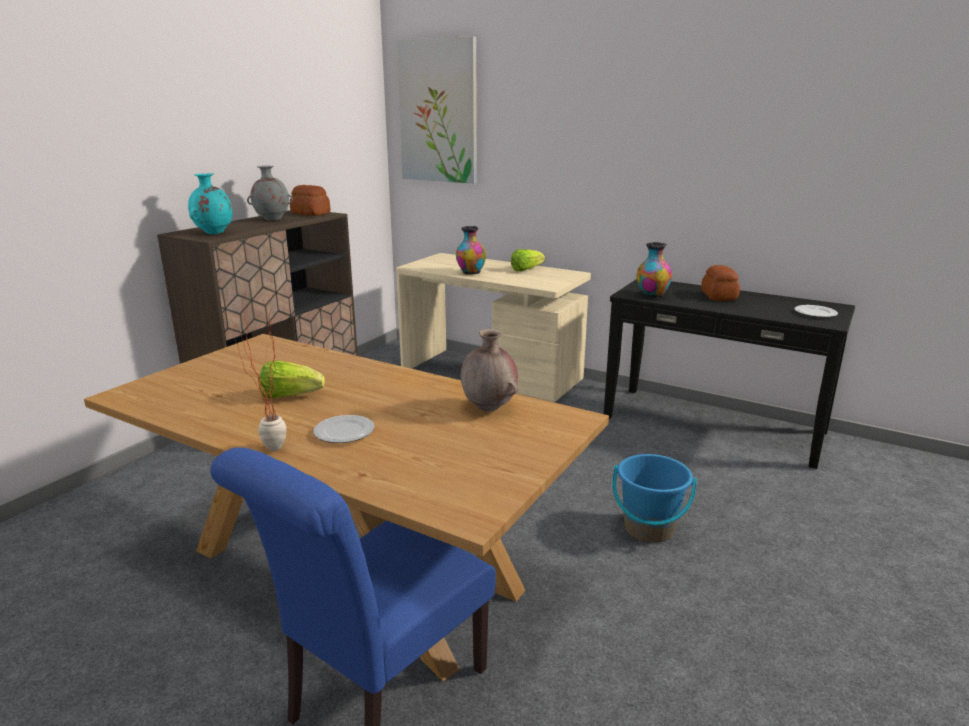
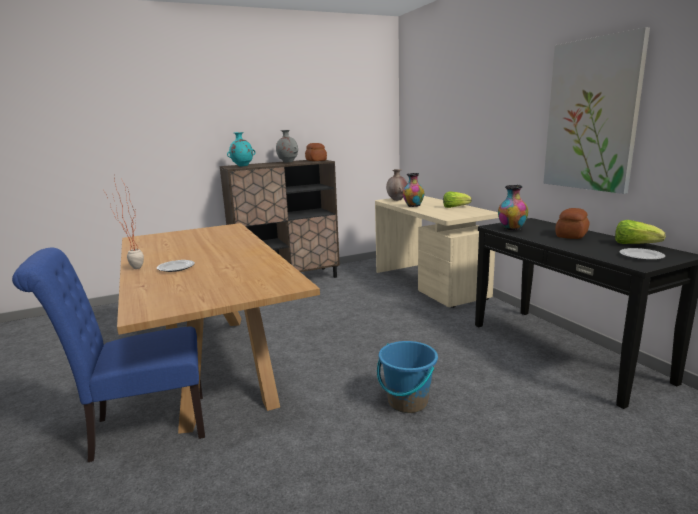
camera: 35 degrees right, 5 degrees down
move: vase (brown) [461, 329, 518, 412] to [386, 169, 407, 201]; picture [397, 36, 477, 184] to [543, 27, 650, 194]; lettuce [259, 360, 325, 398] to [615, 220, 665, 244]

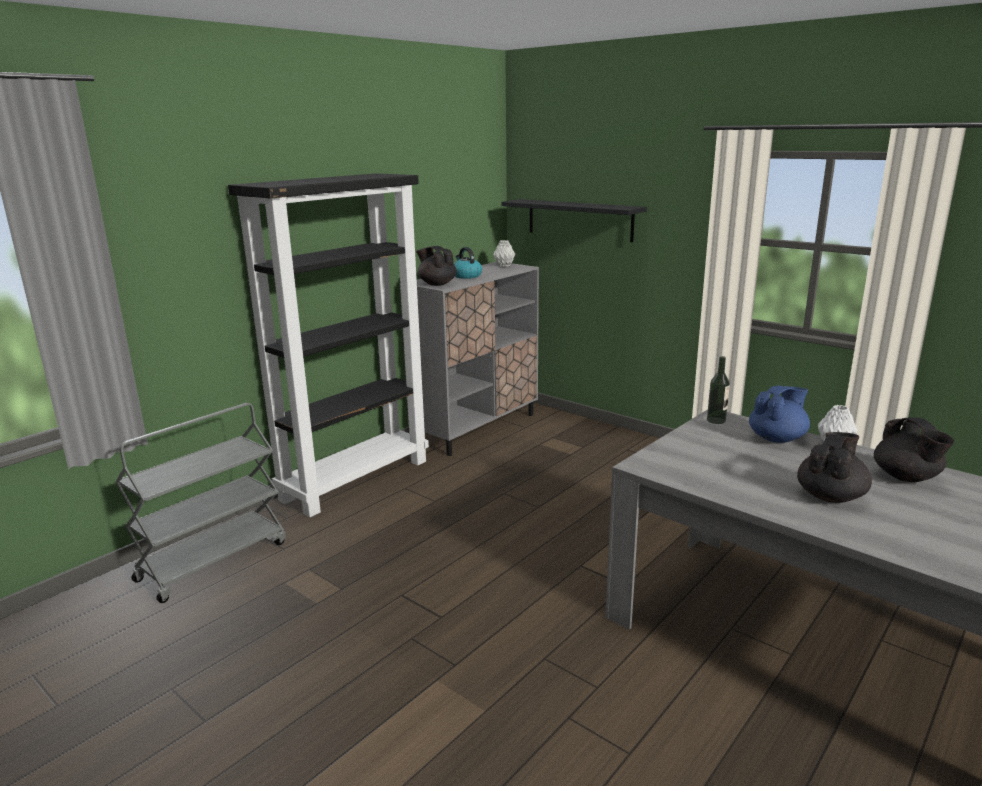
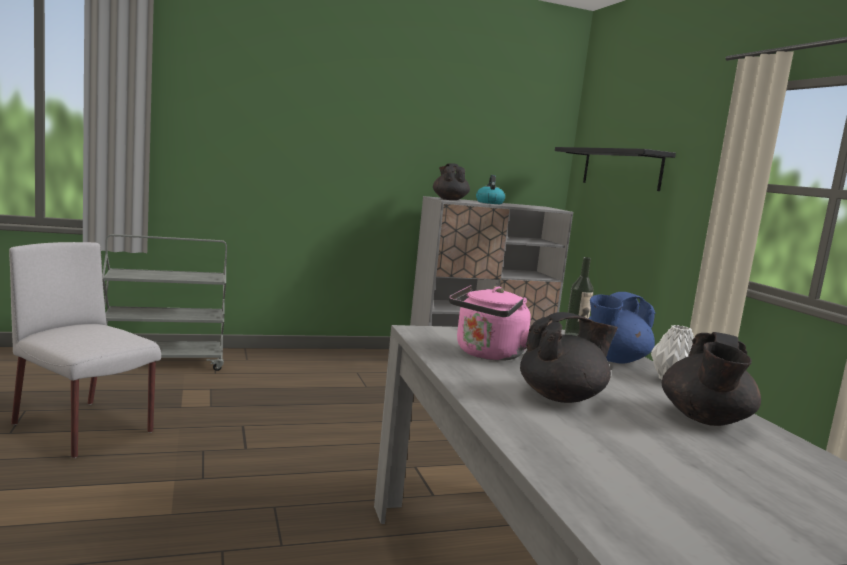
camera: 30 degrees right, 10 degrees down
delete: bookcase (black) [228, 173, 429, 517]; vase (grey) [493, 240, 515, 267]
insert: chair (grey) [9, 242, 161, 458]; kettle (pink) [449, 285, 531, 361]
rotate: teapot (blue) [749, 386, 810, 443] = [588, 292, 655, 364] 150 degrees clockwise

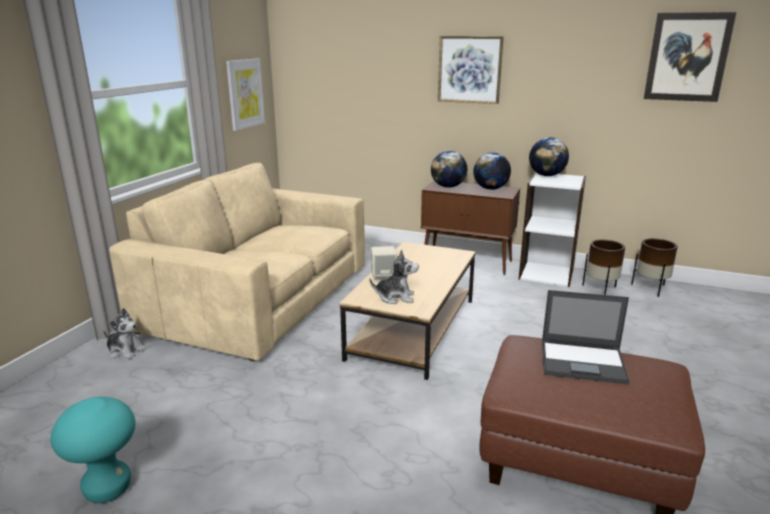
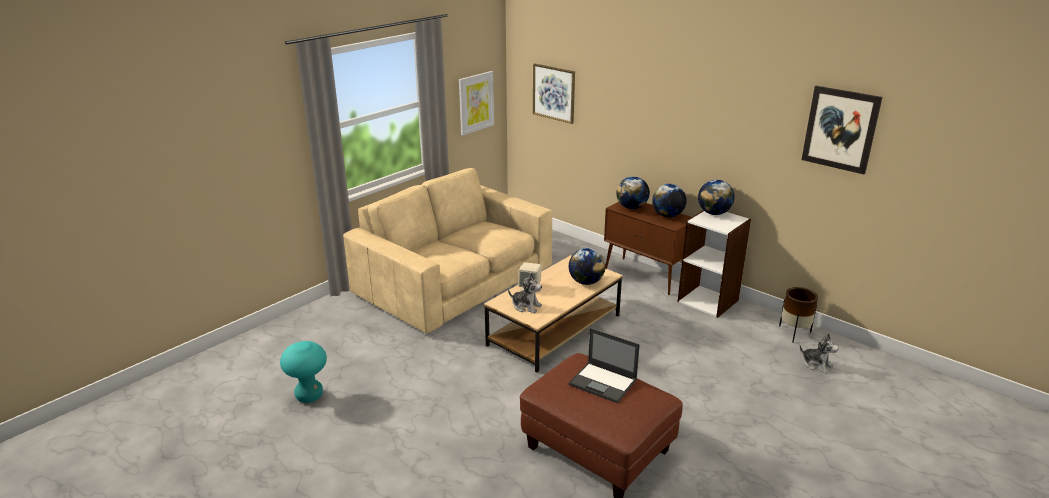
camera: 20 degrees right, 5 degrees up
delete: planter (brown) [582, 239, 625, 295]
insert: globe [569, 248, 606, 285]
move: picture [438, 36, 504, 104] to [533, 64, 575, 124]; plush toy [103, 308, 146, 359] to [799, 333, 839, 374]

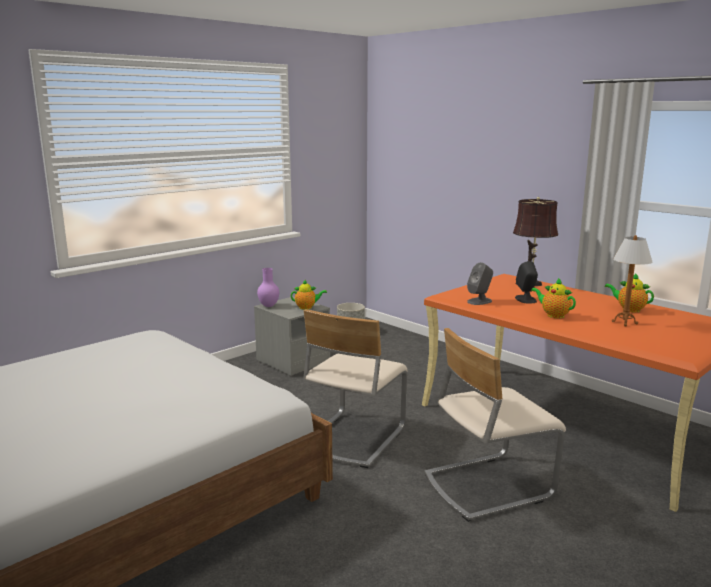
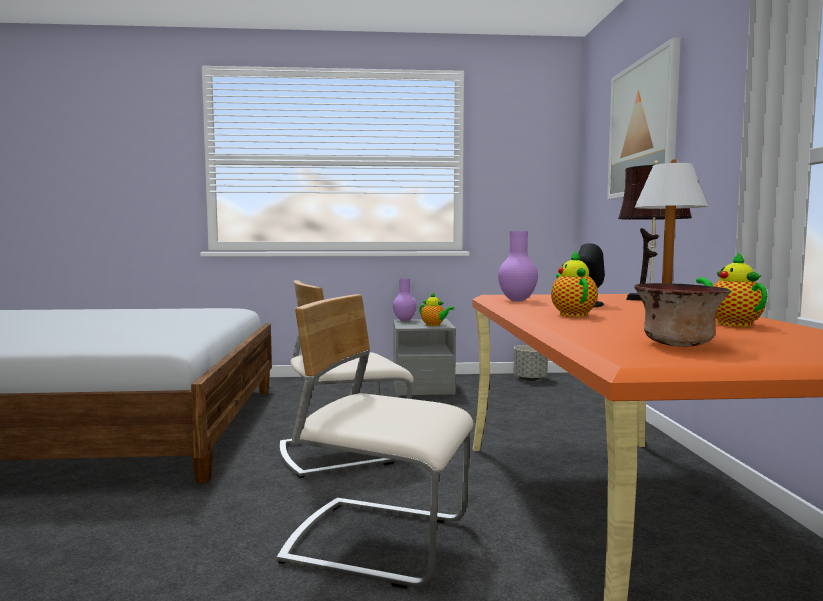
camera: 40 degrees right, 10 degrees down
insert: picture [607, 37, 681, 199]; bowl [634, 283, 731, 347]
replace: speaker (grey) [467, 262, 493, 305] to vase (purple) [498, 231, 538, 301]

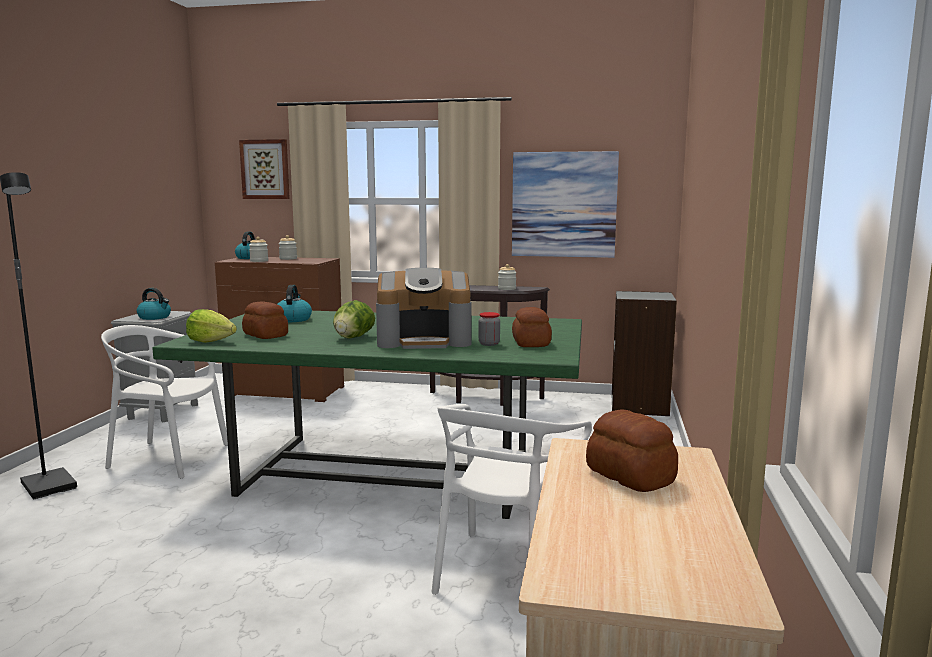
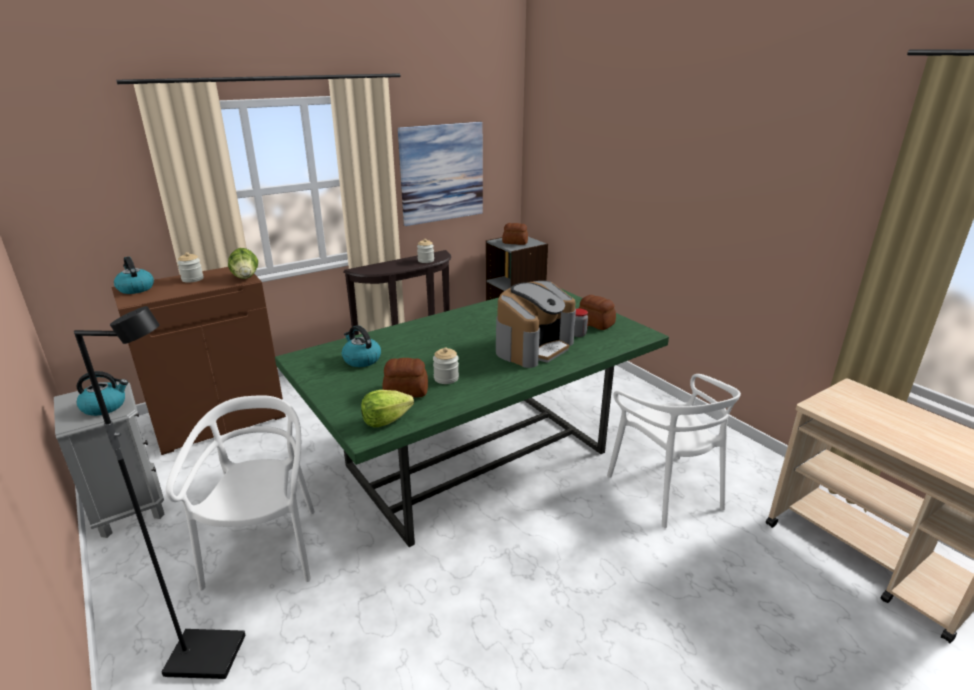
camera: 45 degrees left, 15 degrees up
delete: picture [239, 139, 290, 199]
move: lettuce [333, 300, 375, 339] to [228, 248, 258, 279]; jar [249, 237, 268, 262] to [433, 347, 459, 384]; bread [586, 409, 678, 492] to [502, 223, 528, 245]
rotate: chair (white) [101, 325, 228, 478] = [166, 395, 315, 591] 120 degrees clockwise

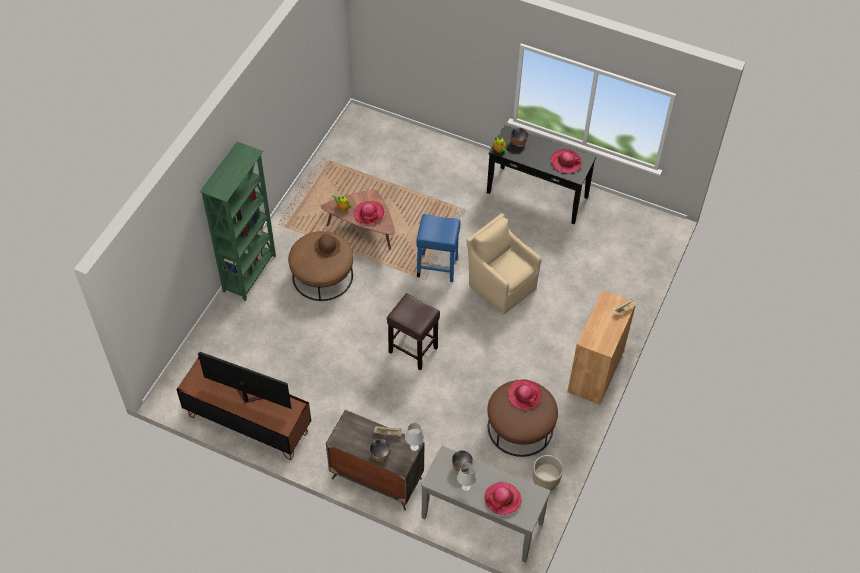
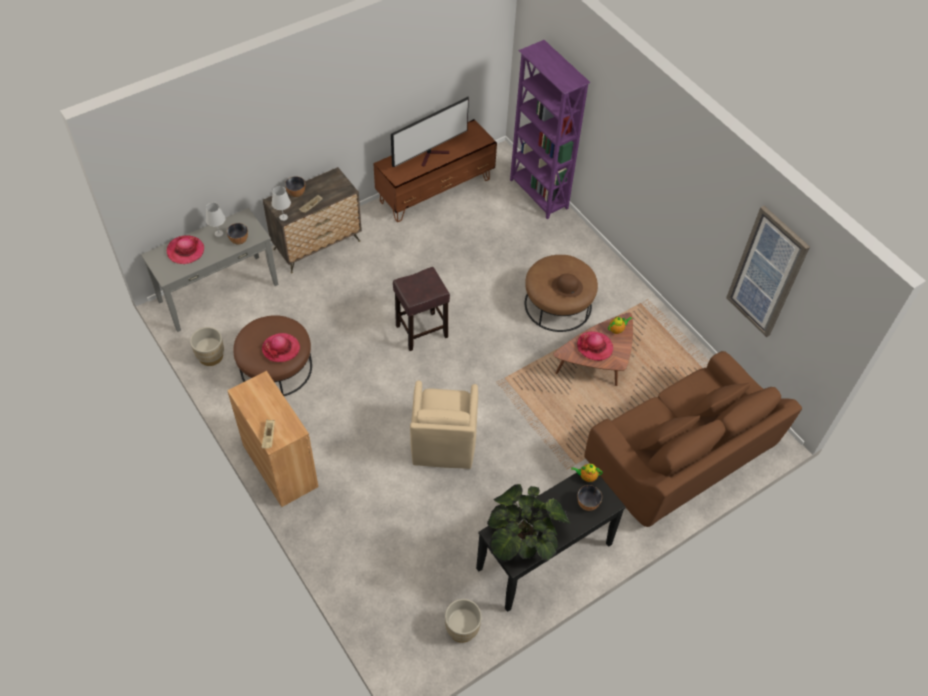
camera: 120 degrees right, 0 degrees up
delete: bookcase (green) [200, 142, 276, 301]; stool (blue) [416, 214, 461, 282]
insert: planter (beige) [445, 599, 482, 643]; bookcase (purple) [510, 40, 590, 219]; sofa (brown) [584, 351, 802, 527]; picture [726, 206, 810, 338]
replace: hat [551, 149, 582, 174] to potted plant [487, 484, 571, 563]
rotate: armchair (beige) [467, 213, 541, 315] = [410, 381, 478, 469] 105 degrees clockwise

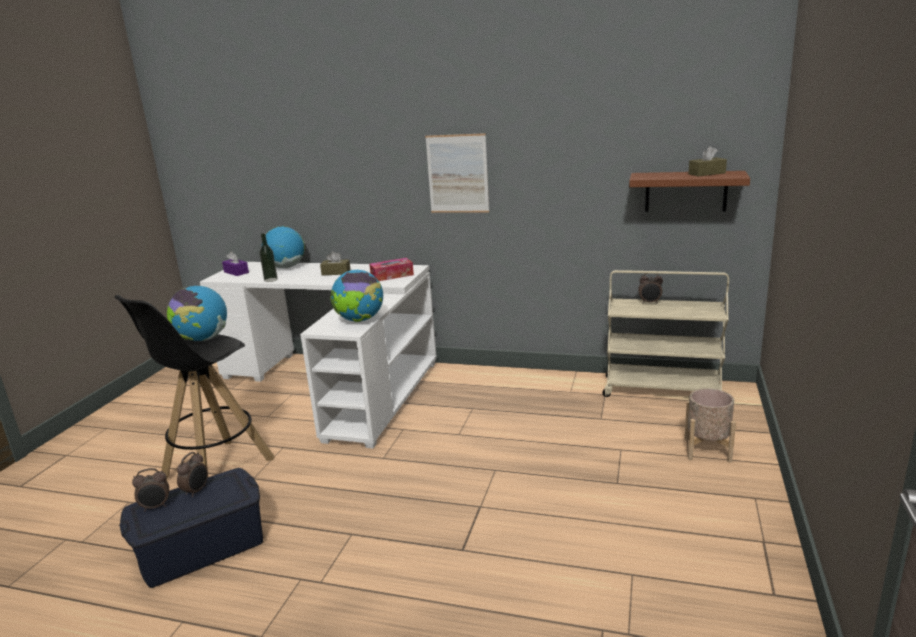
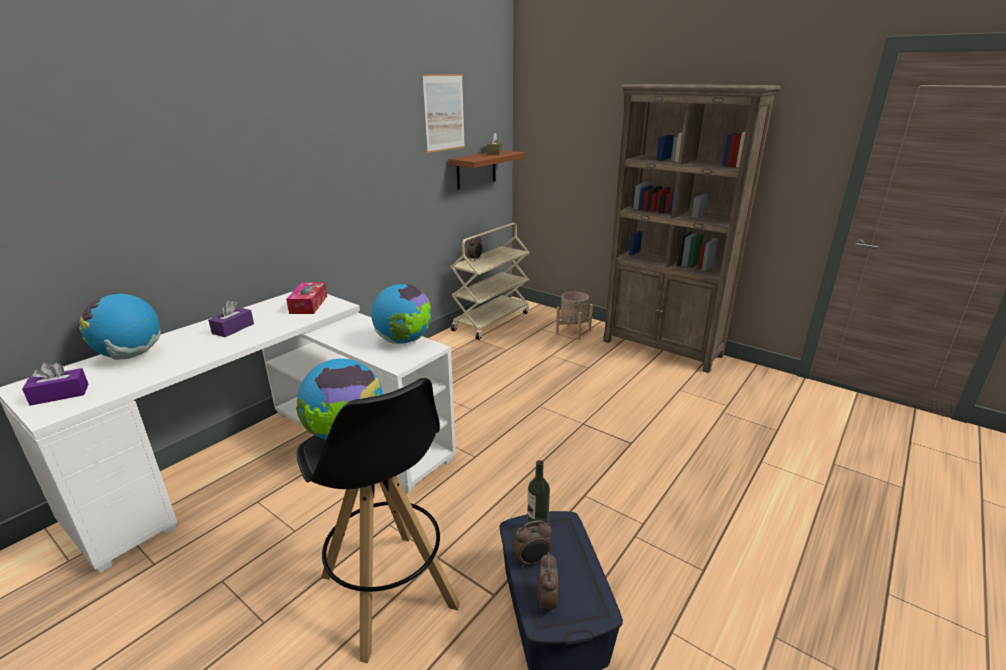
camera: 70 degrees left, 5 degrees up
insert: bookcase (brown) [603, 84, 781, 373]
move: picture [425, 133, 489, 213] to [422, 74, 465, 153]; bottle [260, 233, 278, 282] to [527, 460, 550, 527]
recolor: tissue box (brown) [320, 251, 351, 276] to tissue box (purple) [208, 301, 254, 337]
rotate: alarm clock [177, 452, 208, 497] = [513, 520, 552, 567] 120 degrees clockwise

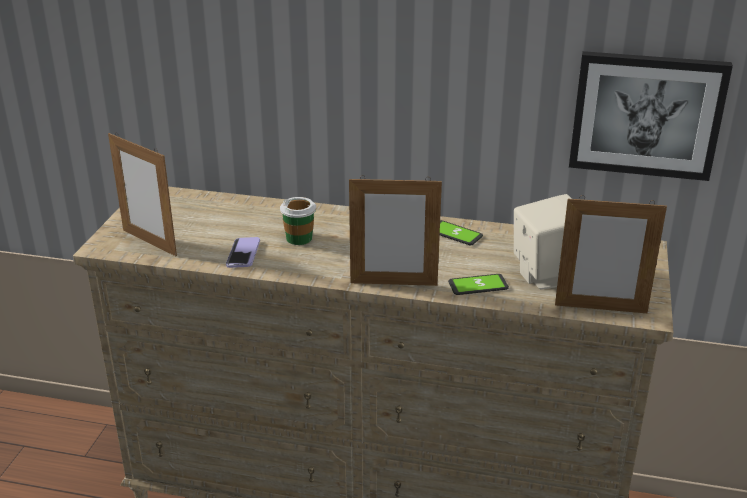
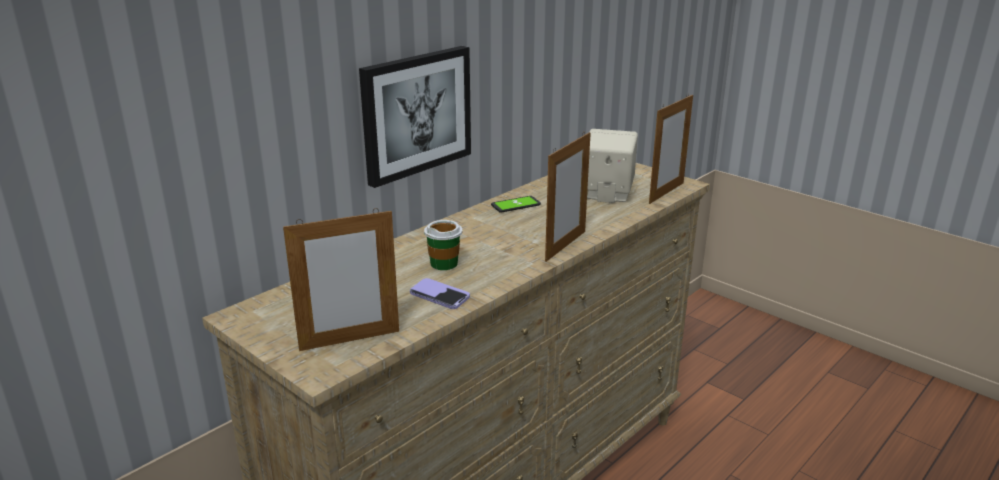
camera: 60 degrees left, 5 degrees down
delete: phone [448, 274, 509, 295]
move: picture [569, 51, 733, 181] to [359, 46, 471, 188]

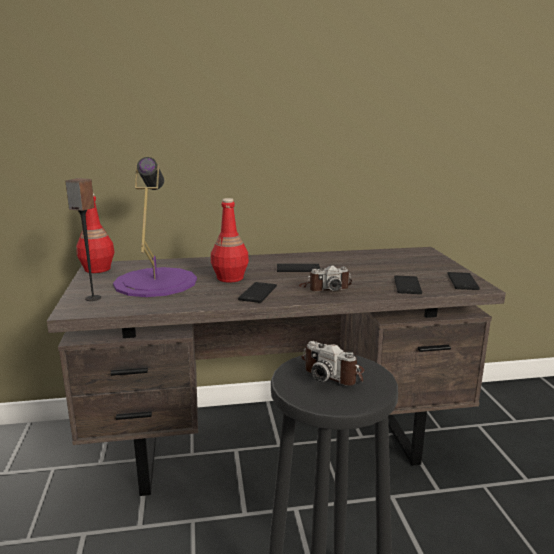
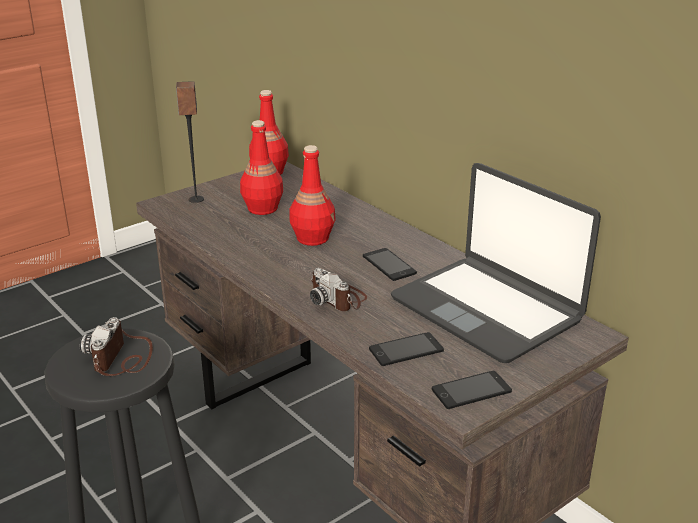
camera: 60 degrees right, 10 degrees up
delete: phone [238, 282, 277, 303]
insert: laptop [391, 163, 601, 363]
replace: table lamp (purple) [113, 157, 197, 297] to bottle (red) [240, 120, 283, 215]

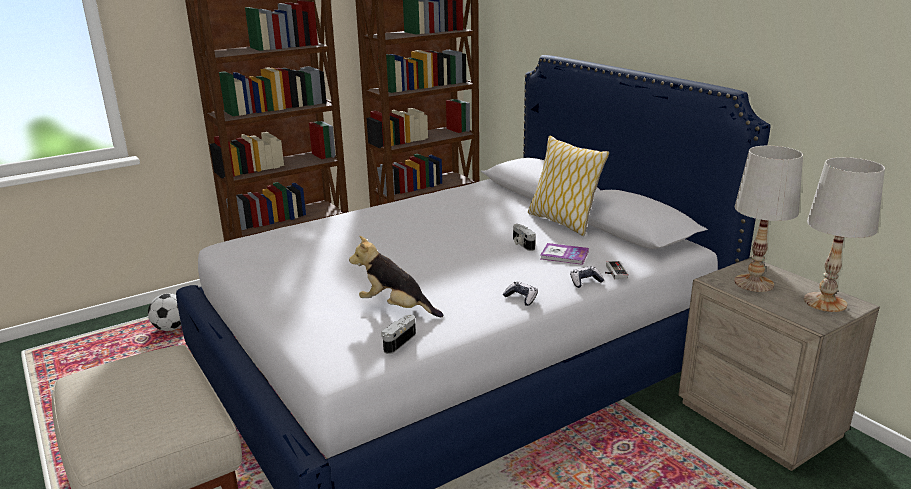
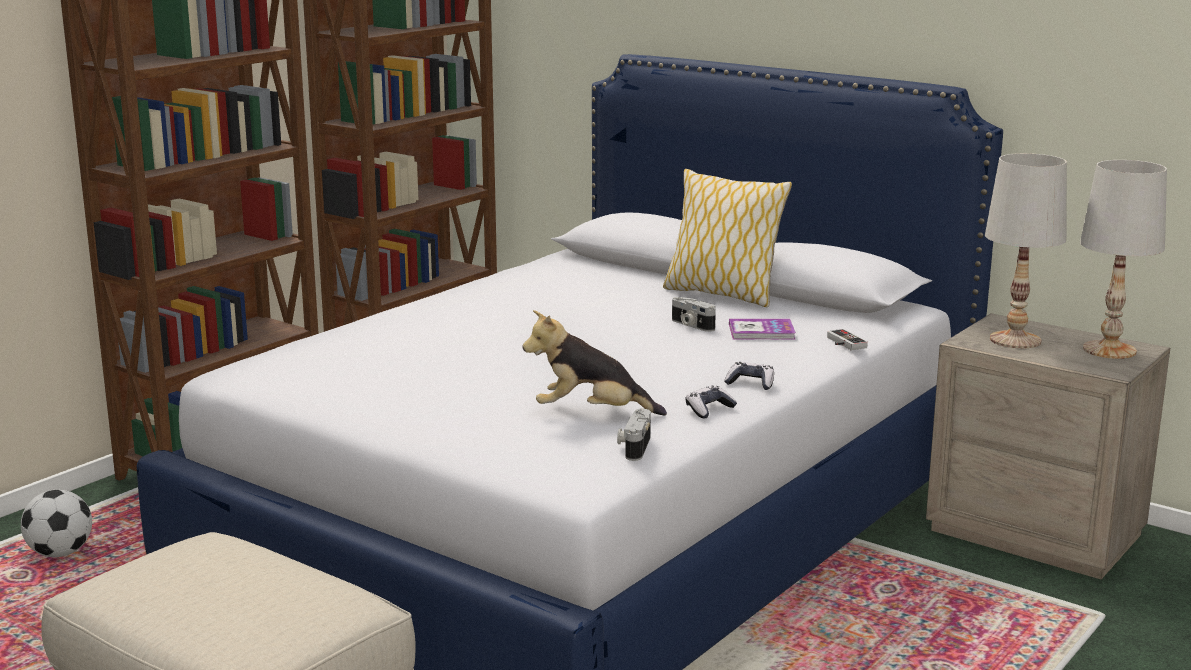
camera: 20 degrees left, 5 degrees down
move: game controller [570, 266, 604, 288] to [685, 386, 737, 418]

